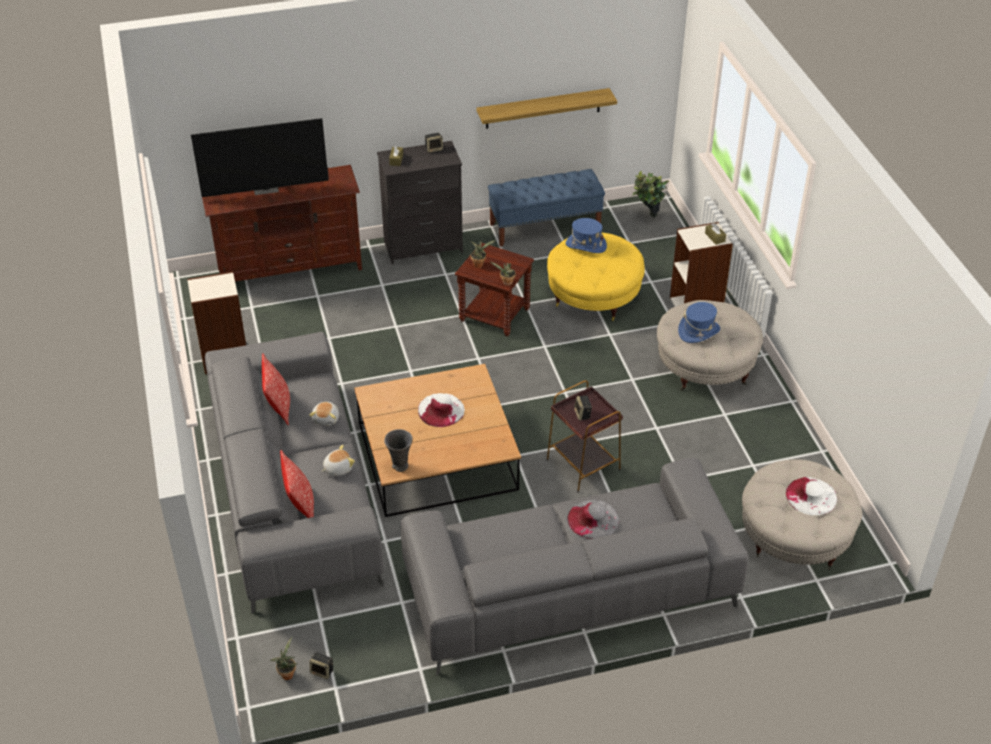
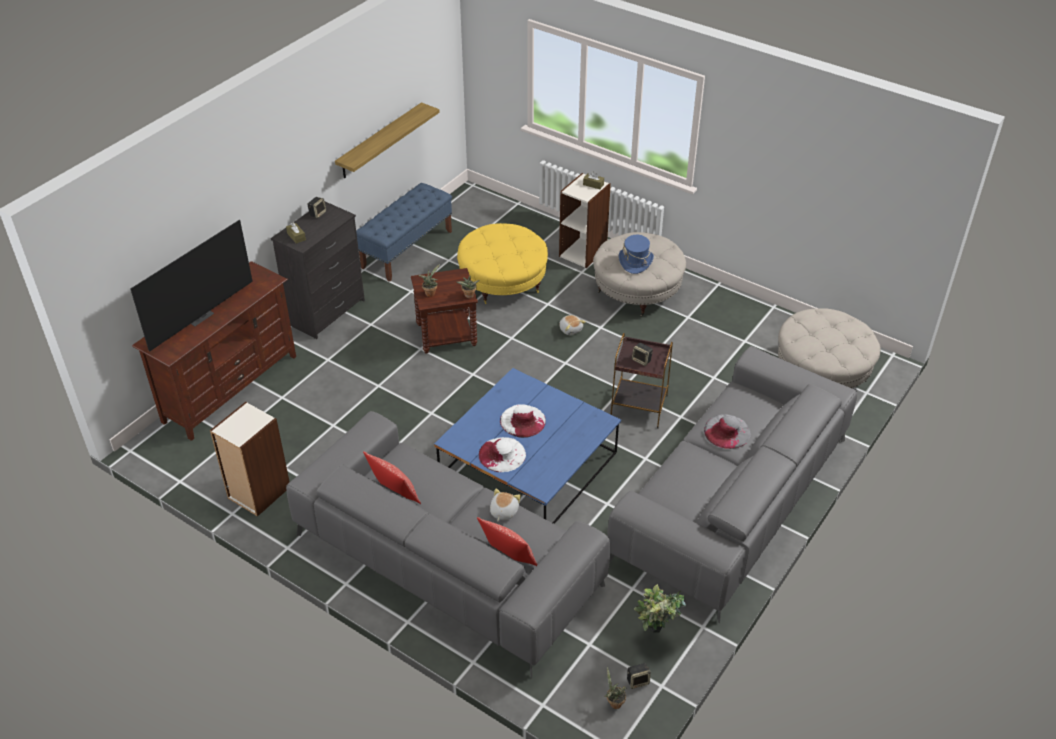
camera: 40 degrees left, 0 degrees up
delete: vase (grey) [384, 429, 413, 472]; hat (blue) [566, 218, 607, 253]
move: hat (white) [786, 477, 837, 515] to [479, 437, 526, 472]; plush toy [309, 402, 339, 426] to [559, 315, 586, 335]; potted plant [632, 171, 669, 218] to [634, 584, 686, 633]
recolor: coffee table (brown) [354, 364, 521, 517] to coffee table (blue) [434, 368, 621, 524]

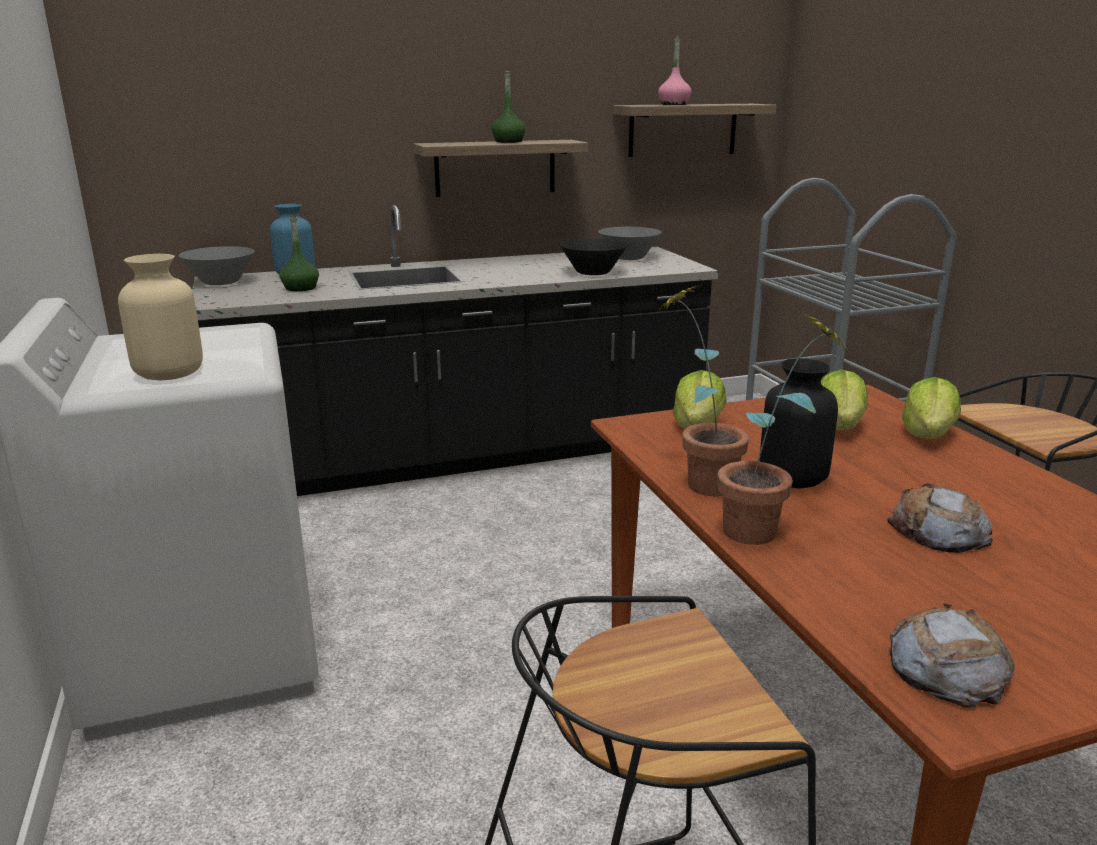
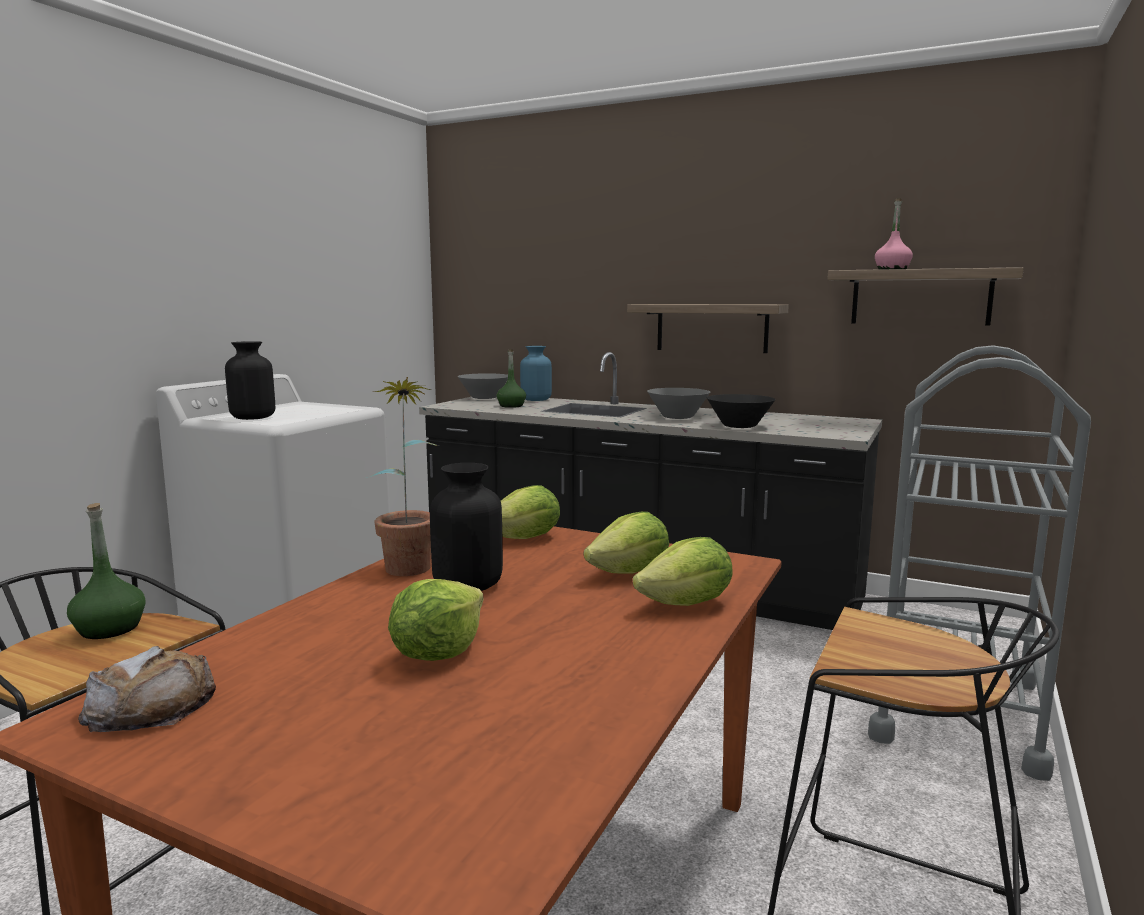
camera: 45 degrees right, 10 degrees down
delete: potted plant [717, 312, 848, 545]
move: bottle (green) [491, 71, 526, 143] to [67, 503, 146, 639]; bowl (grey) [598, 227, 661, 260] to [647, 388, 710, 419]
replace: bread [887, 483, 993, 553] to lettuce [388, 579, 484, 661]
recolor: vase (beige) [118, 254, 203, 380] to vase (black) [225, 341, 275, 420]

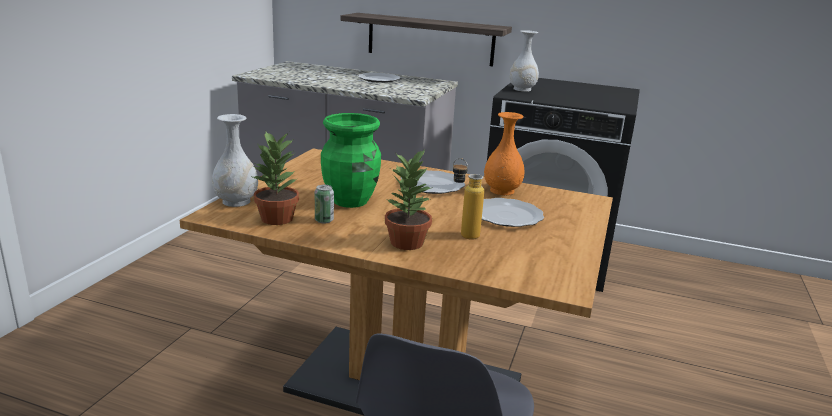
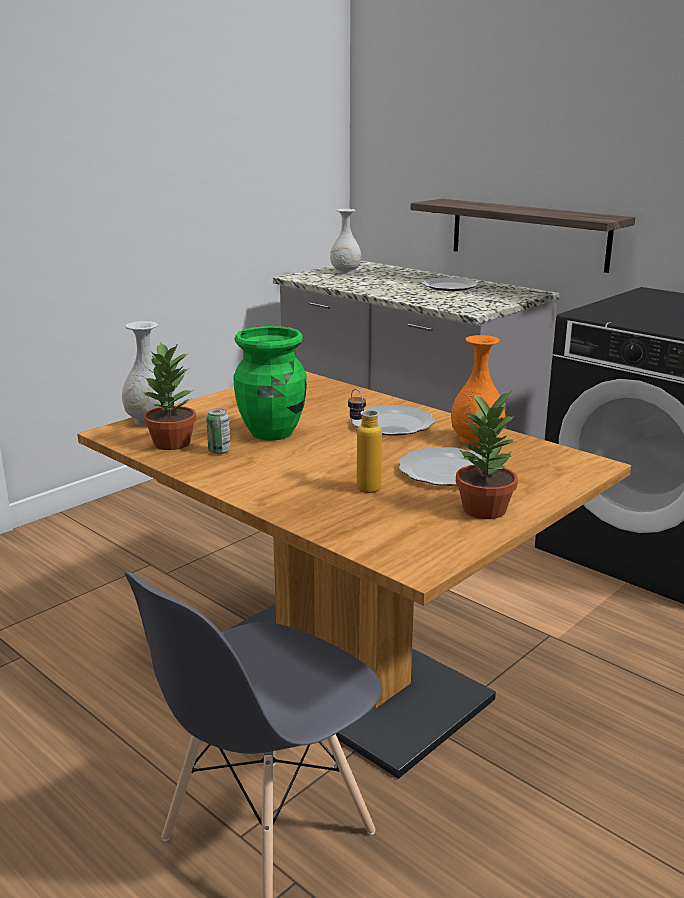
camera: 25 degrees right, 0 degrees up
move: vase (white) [509, 30, 539, 92] to [330, 209, 361, 274]; potted plant [385, 150, 433, 250] to [456, 391, 518, 519]

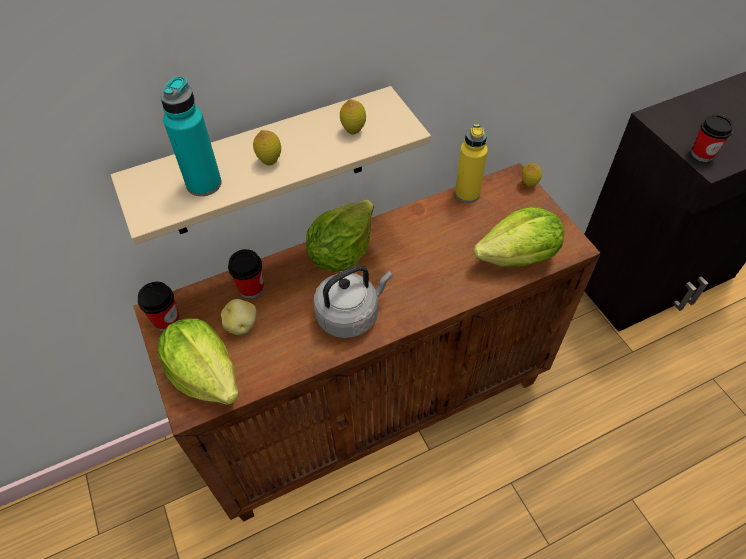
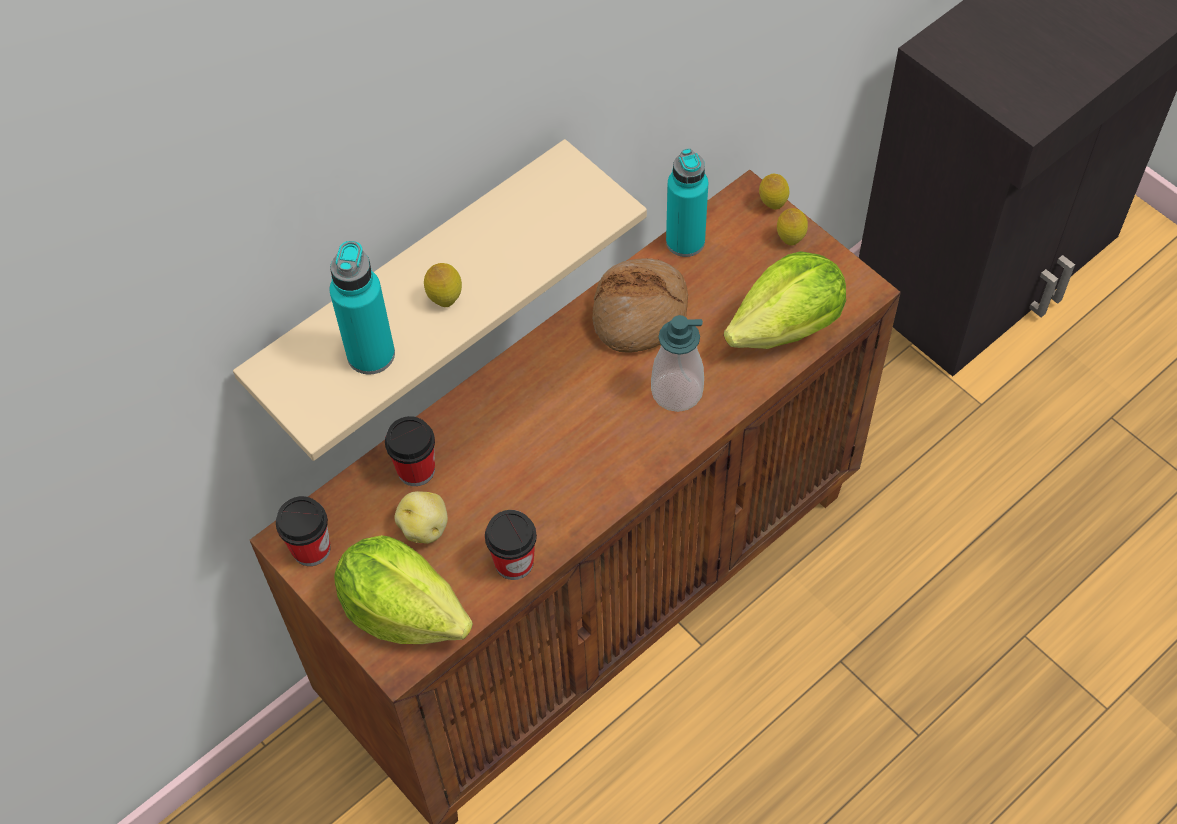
camera: 15 degrees left, 5 degrees up
delete: lettuce [306, 200, 374, 272]; kettle (grey) [313, 265, 392, 338]
insert: bread [592, 258, 688, 352]; soap dispenser [651, 315, 704, 412]
move: cup [691, 114, 733, 162] to [485, 510, 537, 580]; lemon [340, 99, 366, 135] to [777, 208, 808, 246]
recolor: bottle (yellow) [455, 124, 488, 203] to bottle (turquoise) [666, 149, 708, 257]

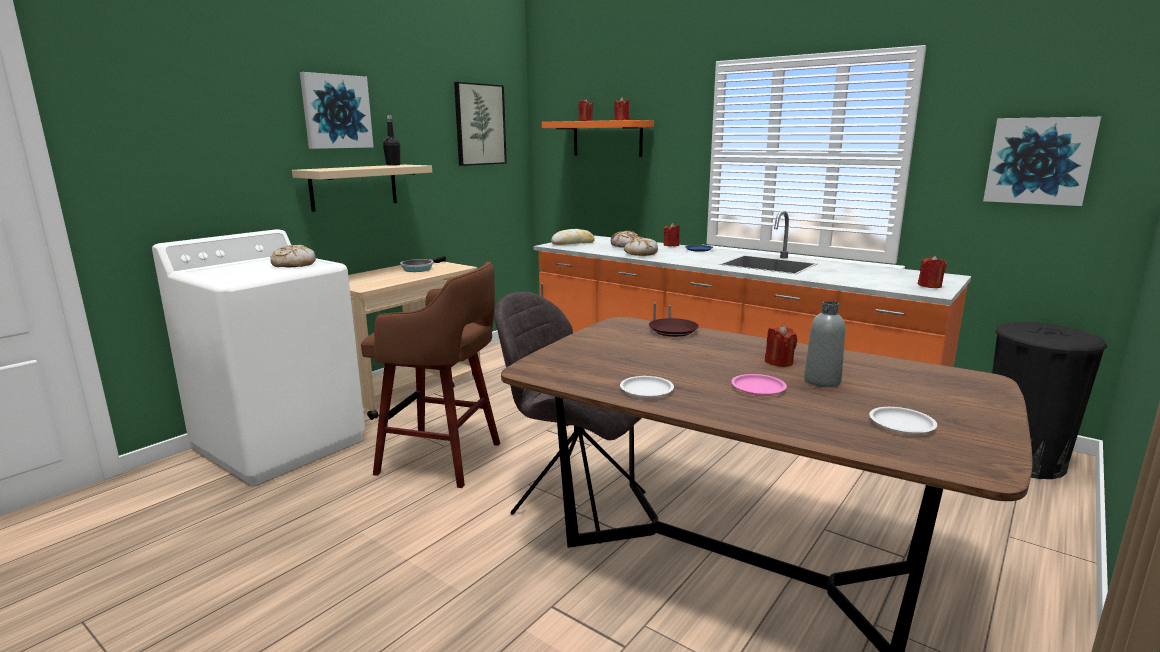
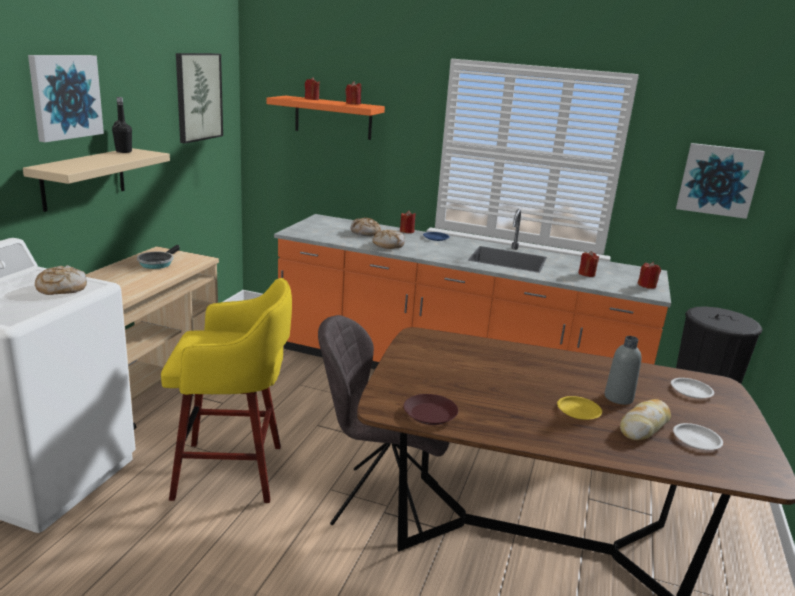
camera: 20 degrees left, 5 degrees up
move: plate (brown) [649, 318, 699, 337] to [404, 394, 458, 425]; candle (red) [765, 325, 797, 367] to [578, 251, 599, 277]; bread [551, 229, 595, 245] to [620, 399, 671, 441]; plate (white) [620, 376, 674, 398] to [671, 378, 714, 399]
recolor: stool (brown) [361, 261, 500, 488] to stool (yellow) [161, 278, 292, 503]; plate (pink) [731, 374, 787, 396] to plate (yellow) [557, 396, 602, 420]

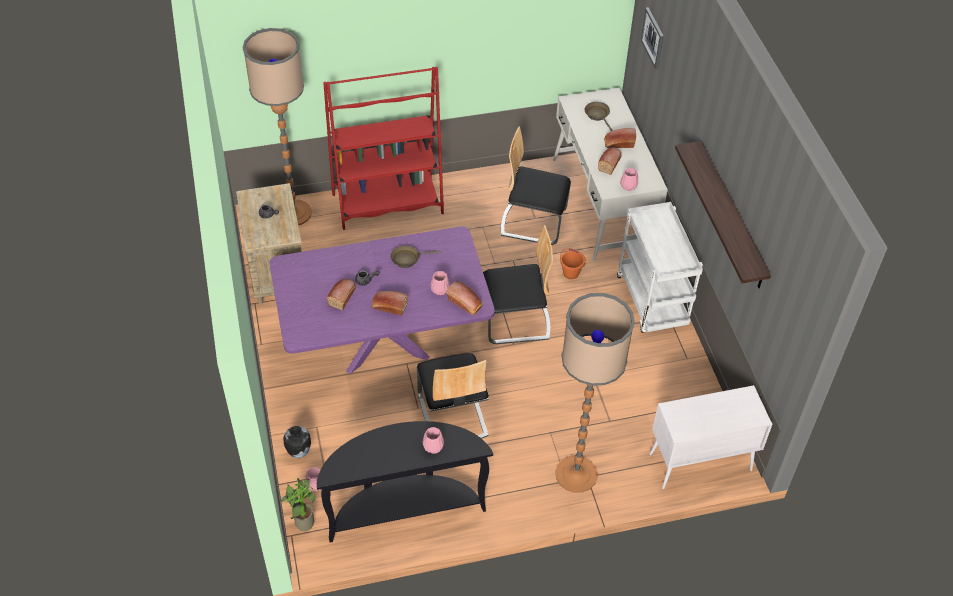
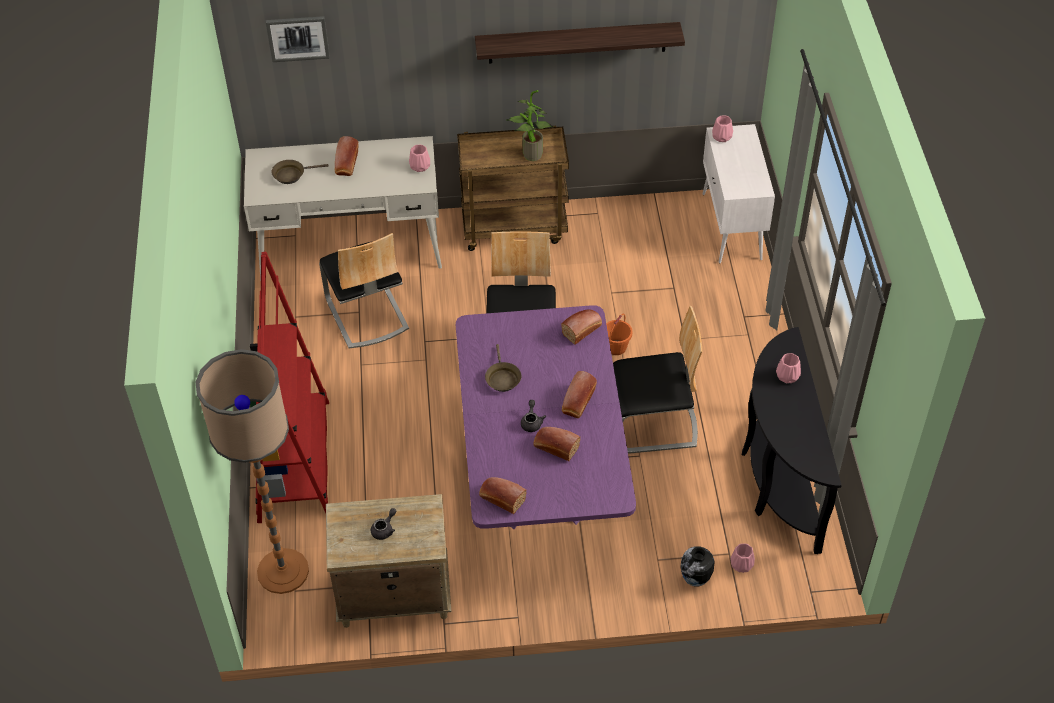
camera: 80 degrees left, 0 degrees up
delete: floor lamp [556, 293, 635, 493]
move: bread [598, 147, 622, 175] to [479, 477, 527, 514]; potted plant [281, 478, 316, 531] to [506, 90, 553, 161]; bucket (orange) [560, 248, 586, 279] to [606, 314, 633, 355]; vase (pink) [431, 271, 450, 295] to [712, 115, 733, 142]
recolor: cart (white) [617, 202, 703, 333] to cart (brown) [457, 126, 569, 251]
rotate: chair [501, 127, 571, 245] = [319, 233, 409, 348] 45 degrees counterclockwise

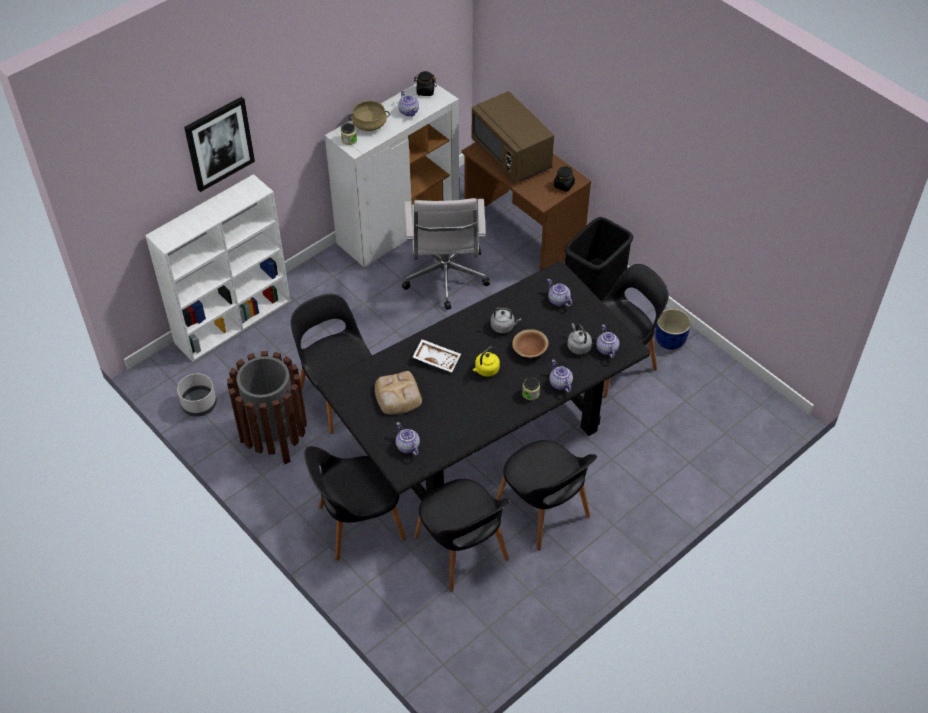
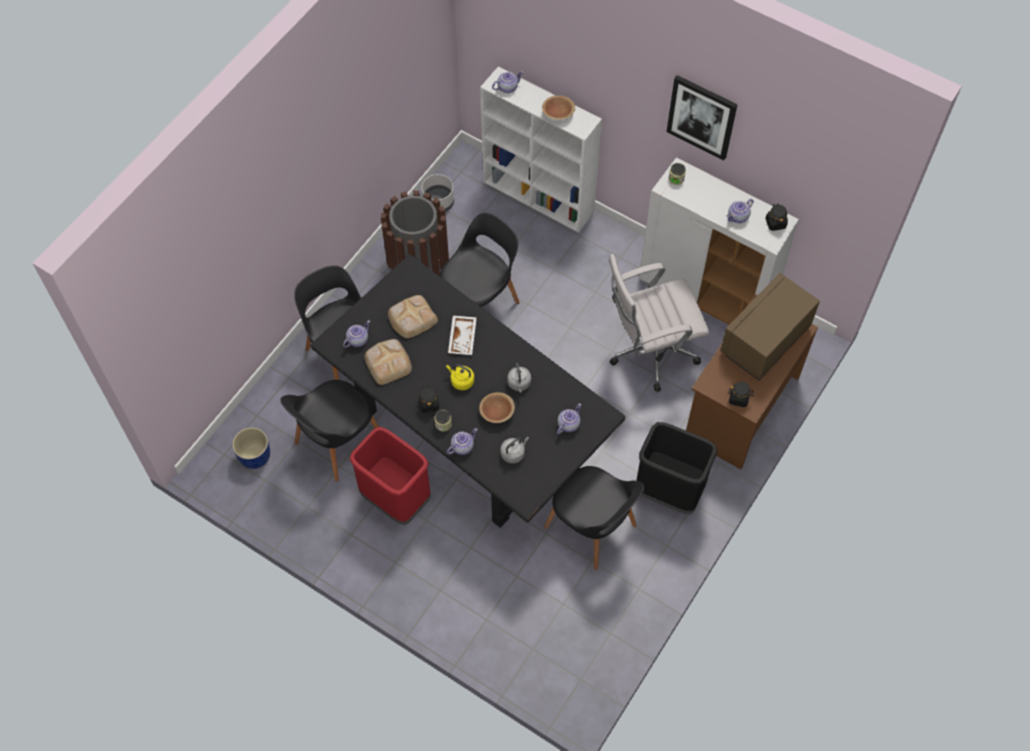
camera: 75 degrees right, 10 degrees up
delete: cooking pot (beige) [348, 101, 390, 131]
insert: bread [364, 339, 412, 385]; jar (black) [419, 386, 439, 413]; bowl (brown) [542, 95, 575, 120]
move: planter (blue) [655, 309, 691, 350] to [232, 427, 270, 469]; teapot [596, 324, 619, 358] to [492, 71, 523, 93]; picture [184, 97, 255, 192] to [666, 75, 737, 161]
replace: chair (black) [496, 440, 597, 551] to trash can (red) [350, 427, 431, 525]

